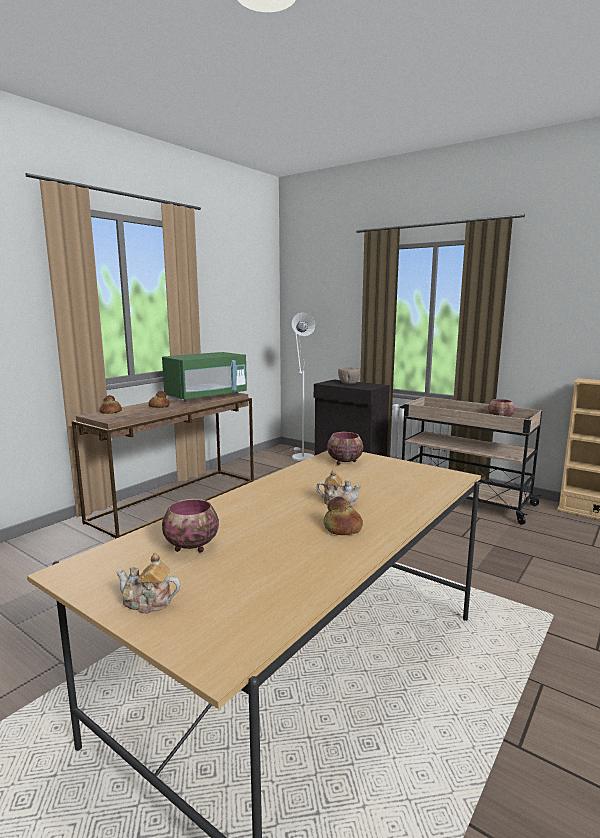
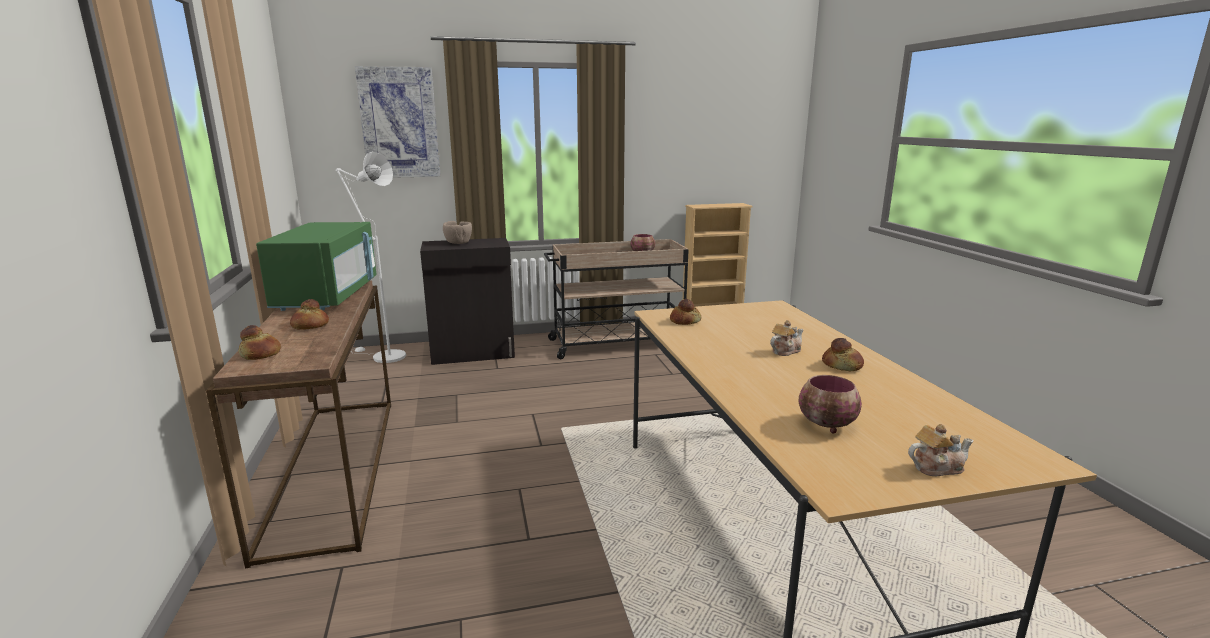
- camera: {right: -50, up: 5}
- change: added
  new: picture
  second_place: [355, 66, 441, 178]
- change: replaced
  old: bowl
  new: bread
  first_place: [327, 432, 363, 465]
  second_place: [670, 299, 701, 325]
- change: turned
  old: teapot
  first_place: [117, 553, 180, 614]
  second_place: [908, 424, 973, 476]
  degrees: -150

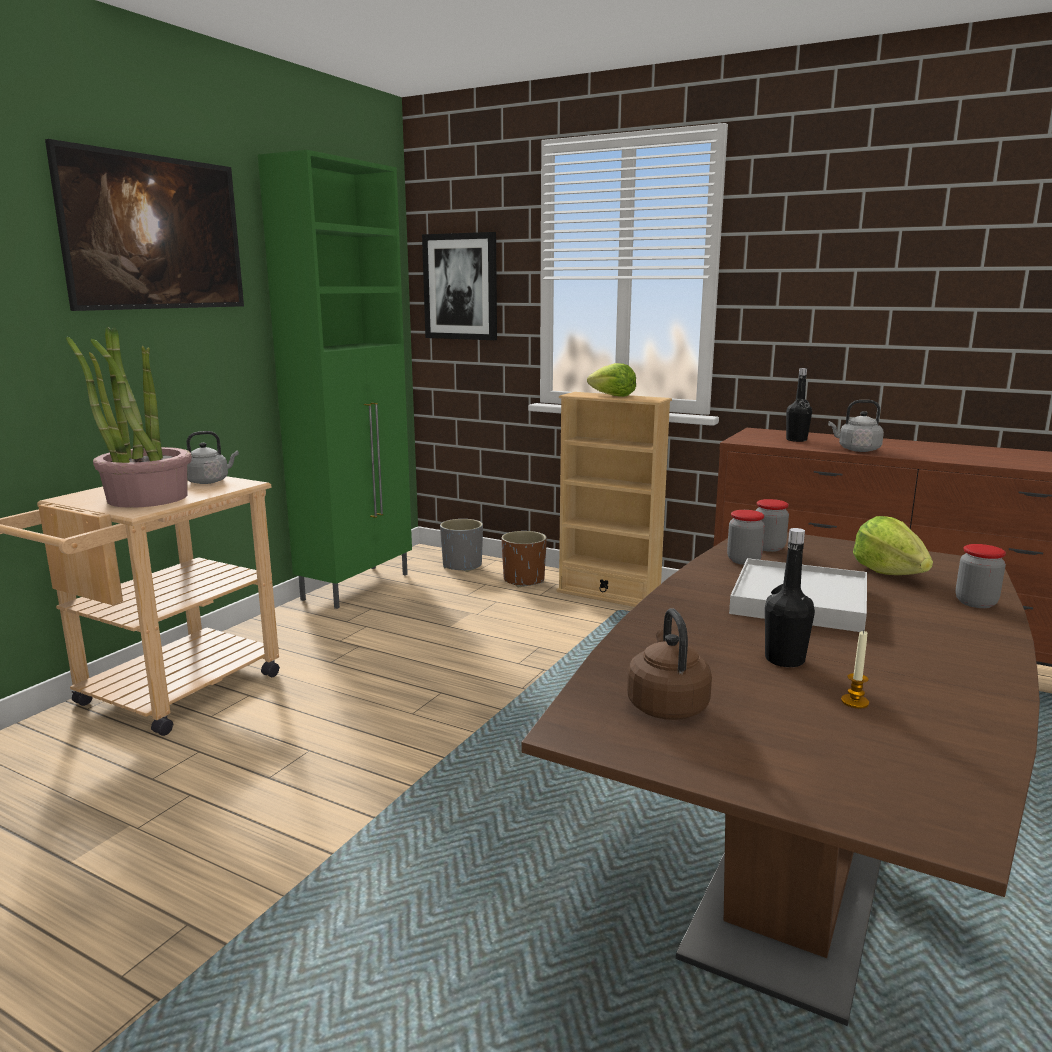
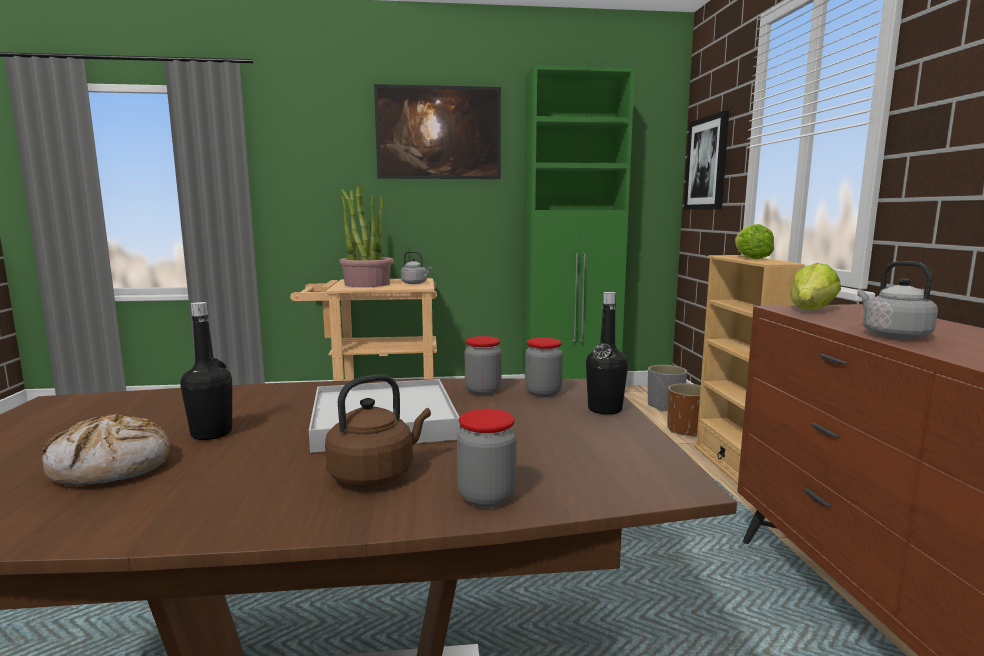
- camera: {right: 55, up: -5}
- change: replaced
  old: candle
  new: bread
  first_place: [841, 630, 869, 709]
  second_place: [42, 414, 170, 485]
- change: moved
  old: brown kettle
  first_place: [627, 608, 712, 720]
  second_place: [325, 374, 431, 487]
- change: moved
  old: black bottle
  first_place: [786, 368, 812, 442]
  second_place: [586, 292, 628, 415]
- change: moved
  old: lettuce
  first_place: [853, 516, 933, 575]
  second_place: [790, 263, 841, 310]

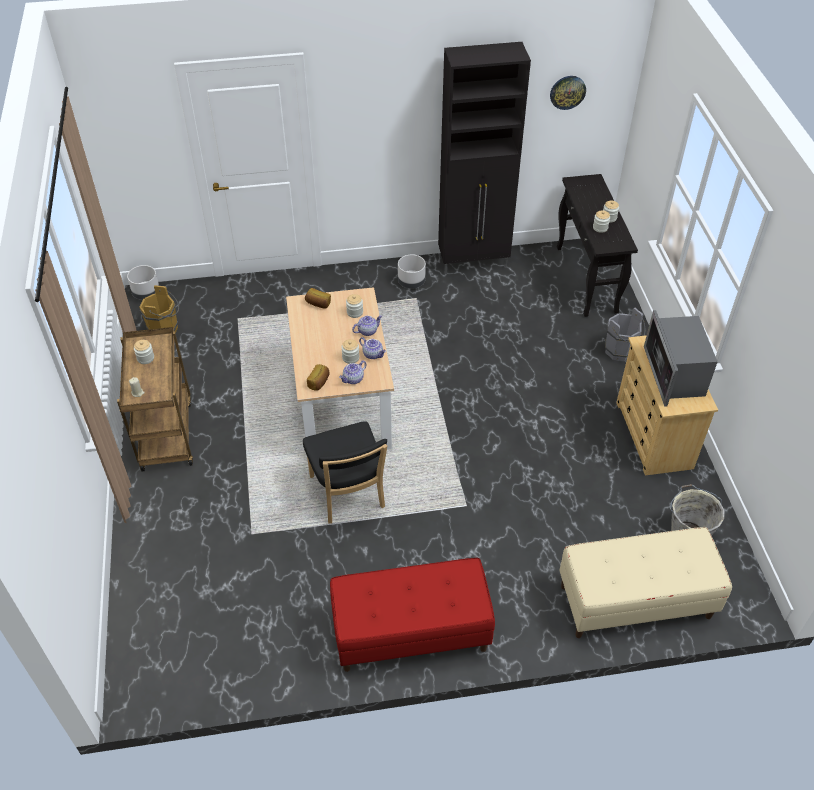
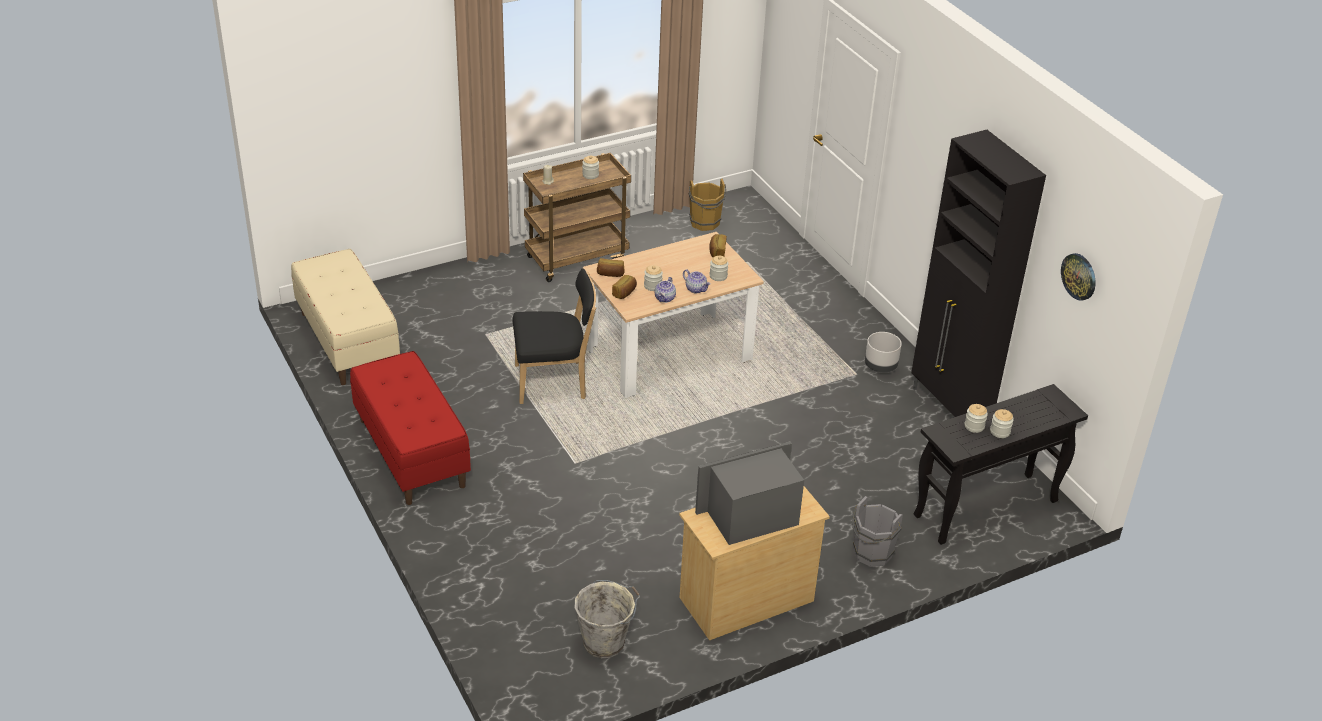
- camera: {right: 70, up: -10}
- change: moved
  old: beige bench
  first_place: [559, 527, 732, 638]
  second_place: [291, 249, 400, 385]
- change: turned
  old: black chair
  first_place: [303, 421, 387, 523]
  second_place: [513, 269, 596, 404]
  degrees: -150
- change: replaced
  old: teapot
  new: bread
  first_place: [339, 361, 367, 384]
  second_place: [612, 275, 637, 299]
- change: removed
  old: grey planter
  first_place: [127, 265, 159, 300]

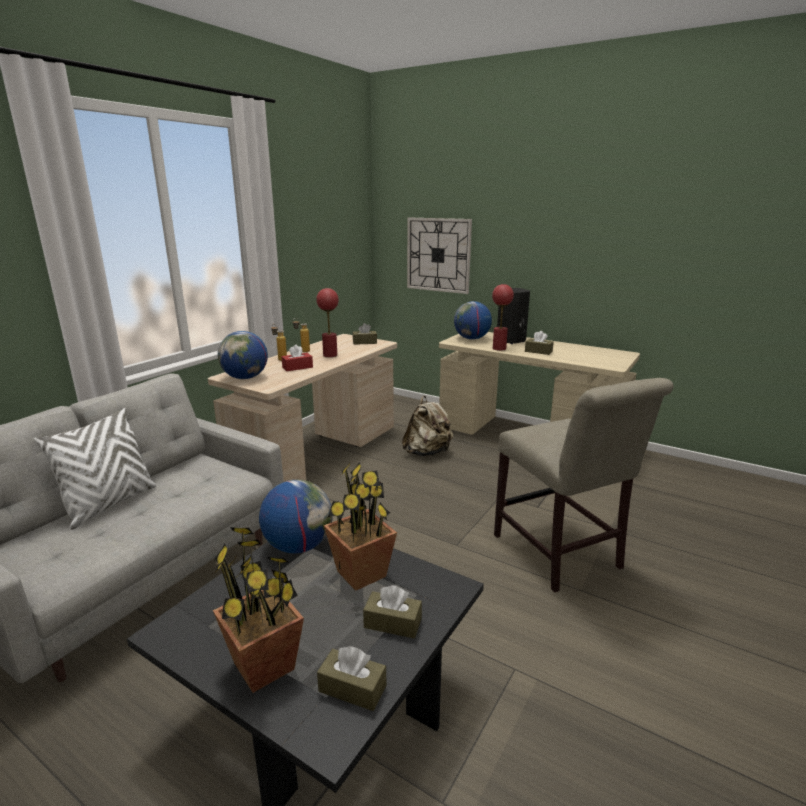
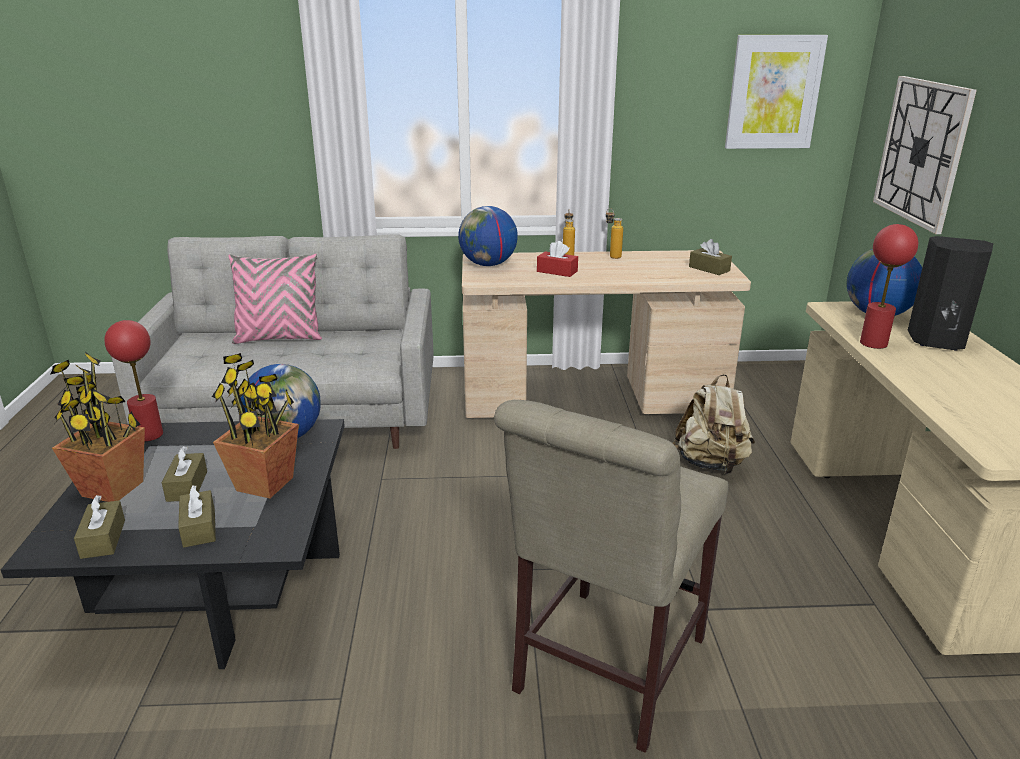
- camera: {right: 55, up: 5}
- change: moved
  old: red table lamp
  first_place: [316, 288, 339, 357]
  second_place: [104, 320, 163, 442]
- change: moved
  old: brown tissue box
  first_place: [525, 331, 554, 355]
  second_place: [162, 446, 207, 502]
- change: recoloured
  old: white pillow
  new: pink pillow
  first_place: [34, 408, 157, 530]
  second_place: [228, 254, 322, 344]
- change: added
  new: picture
  second_place: [725, 35, 828, 149]

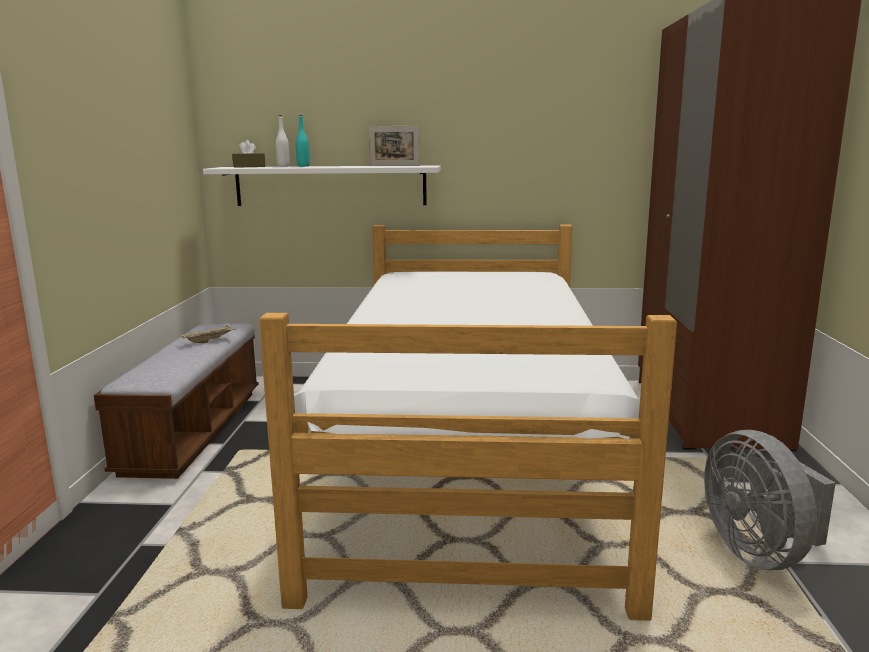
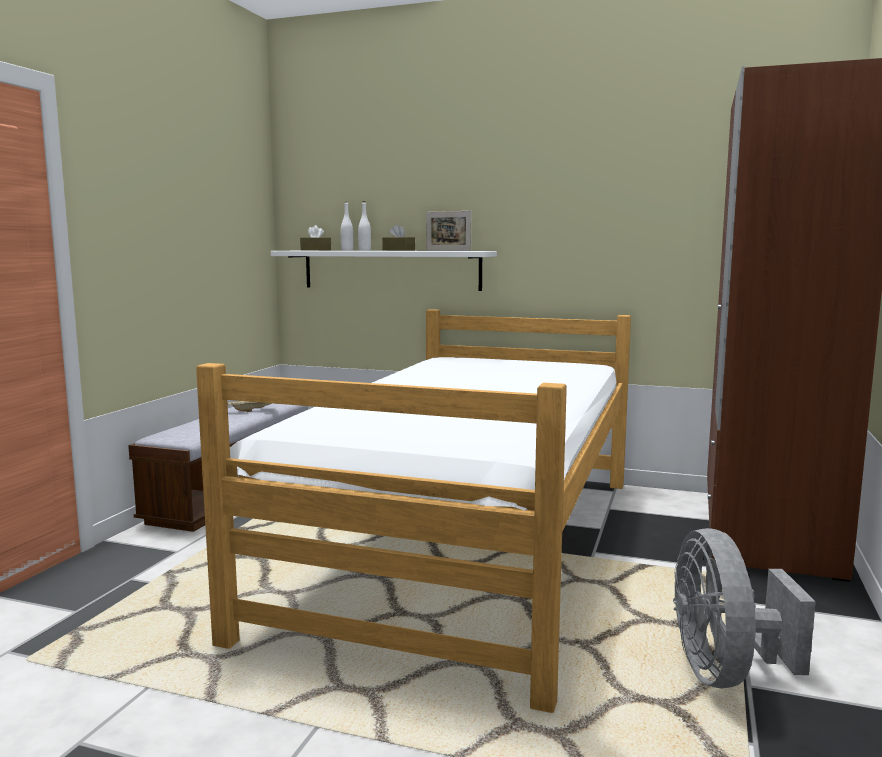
- camera: {right: 15, up: -5}
- change: recoloured
  old: turquoise bottle
  new: white bottle
  first_place: [296, 115, 310, 167]
  second_place: [358, 201, 371, 251]
- change: added
  new: brown tissue box
  second_place: [382, 224, 415, 251]

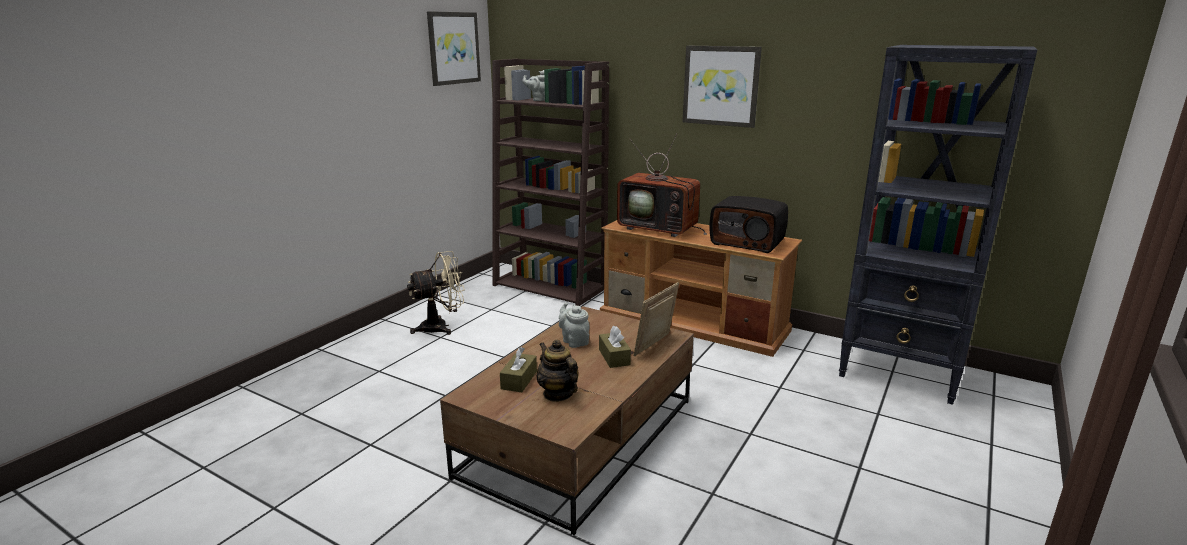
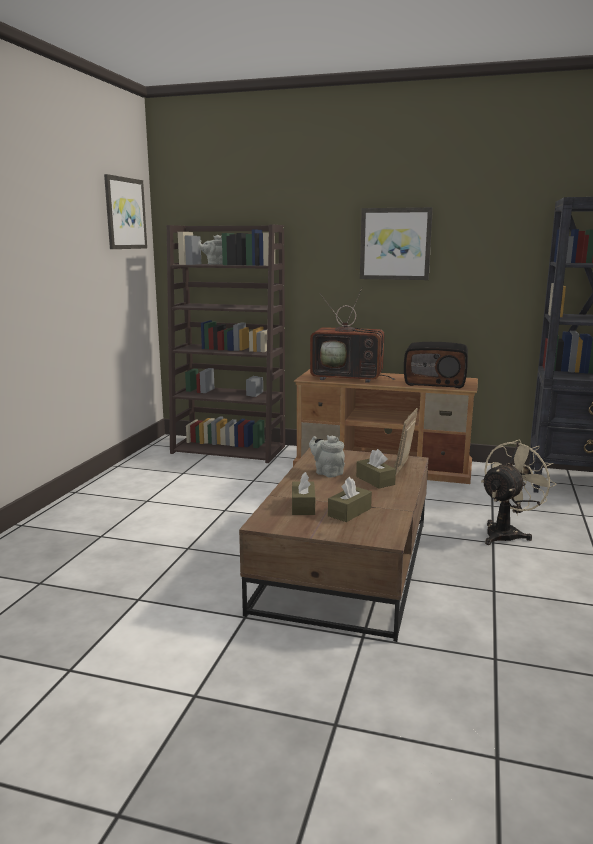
- camera: {right: -15, up: -5}
- change: replaced
  old: teapot
  new: brown tissue box
  first_place: [537, 339, 579, 402]
  second_place: [328, 477, 372, 522]
- change: moved
  old: beige fan
  first_place: [407, 251, 465, 335]
  second_place: [481, 440, 557, 545]

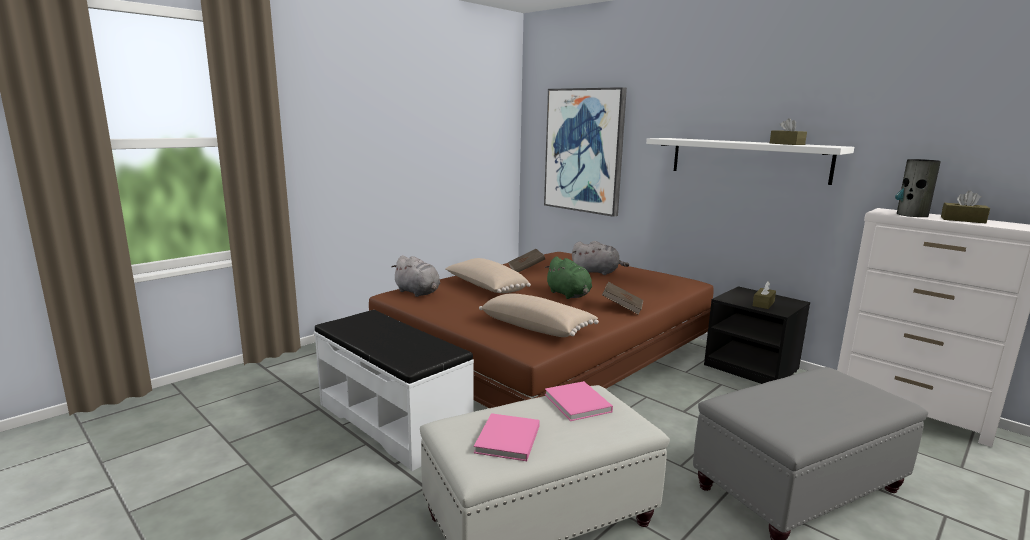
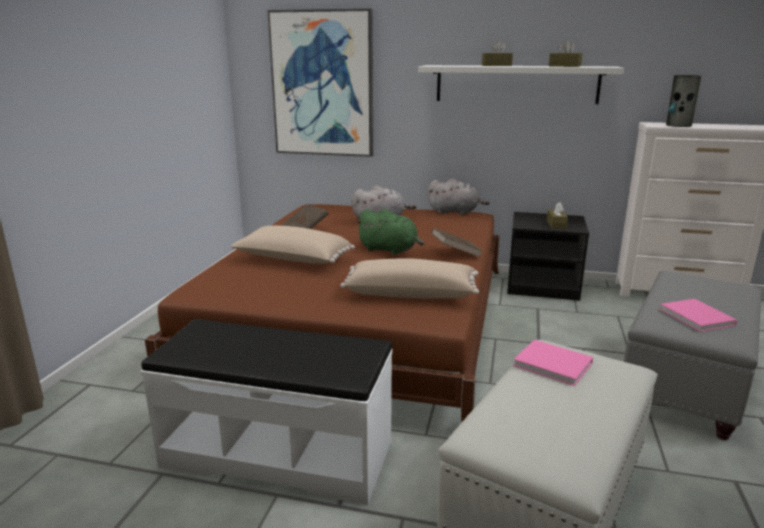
- camera: {right: -30, up: 5}
- change: moved
  old: grey plush toy
  first_place: [392, 255, 440, 297]
  second_place: [428, 178, 489, 215]
- change: moved
  old: brown tissue box
  first_place: [941, 191, 990, 223]
  second_place: [482, 40, 513, 66]
- change: moved
  old: pink book
  first_place: [474, 413, 540, 461]
  second_place: [659, 299, 737, 332]

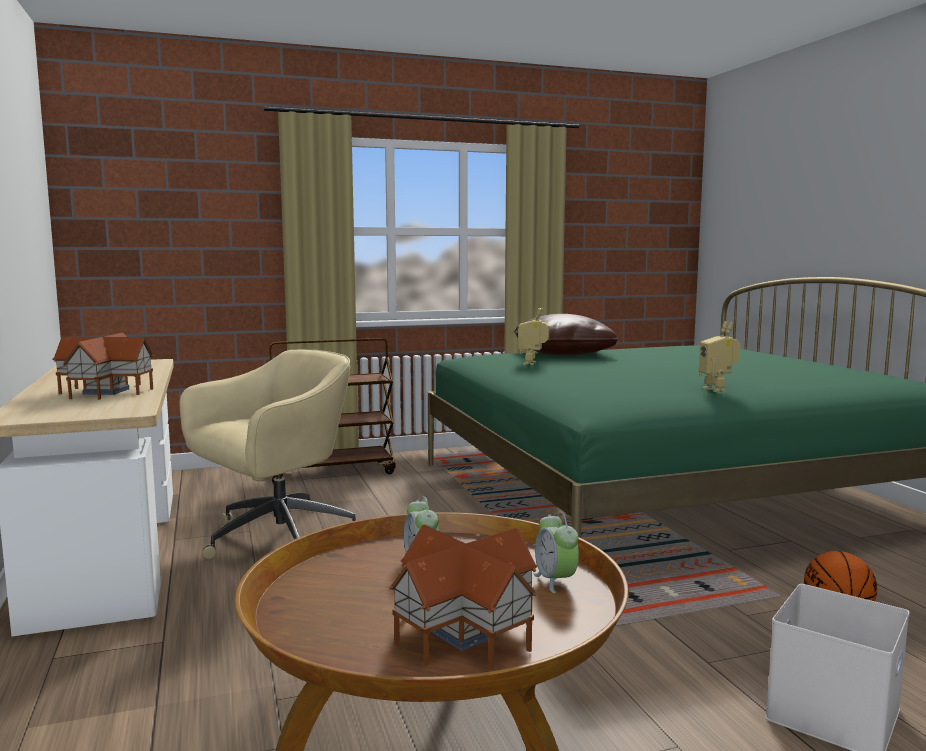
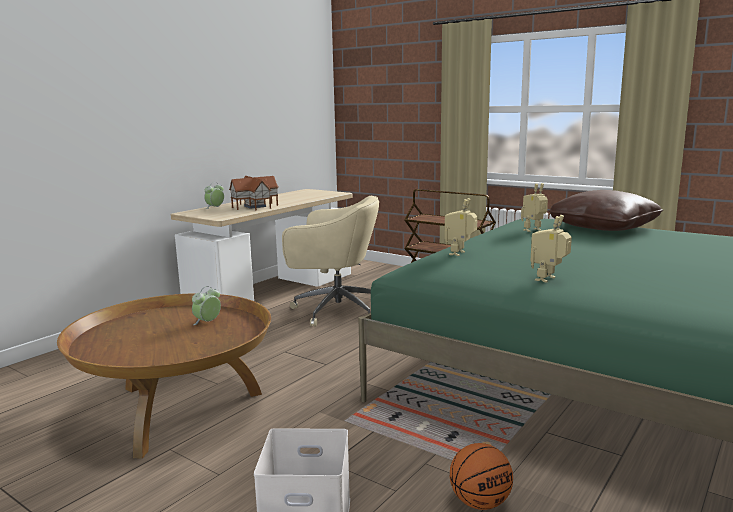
- camera: {right: 55, up: 5}
- change: moved
  old: alarm clock
  first_place: [533, 511, 579, 593]
  second_place: [204, 182, 224, 209]
- change: added
  new: toy robot
  second_place: [445, 198, 478, 256]
- change: removed
  old: toy house
  first_place: [389, 525, 538, 669]

